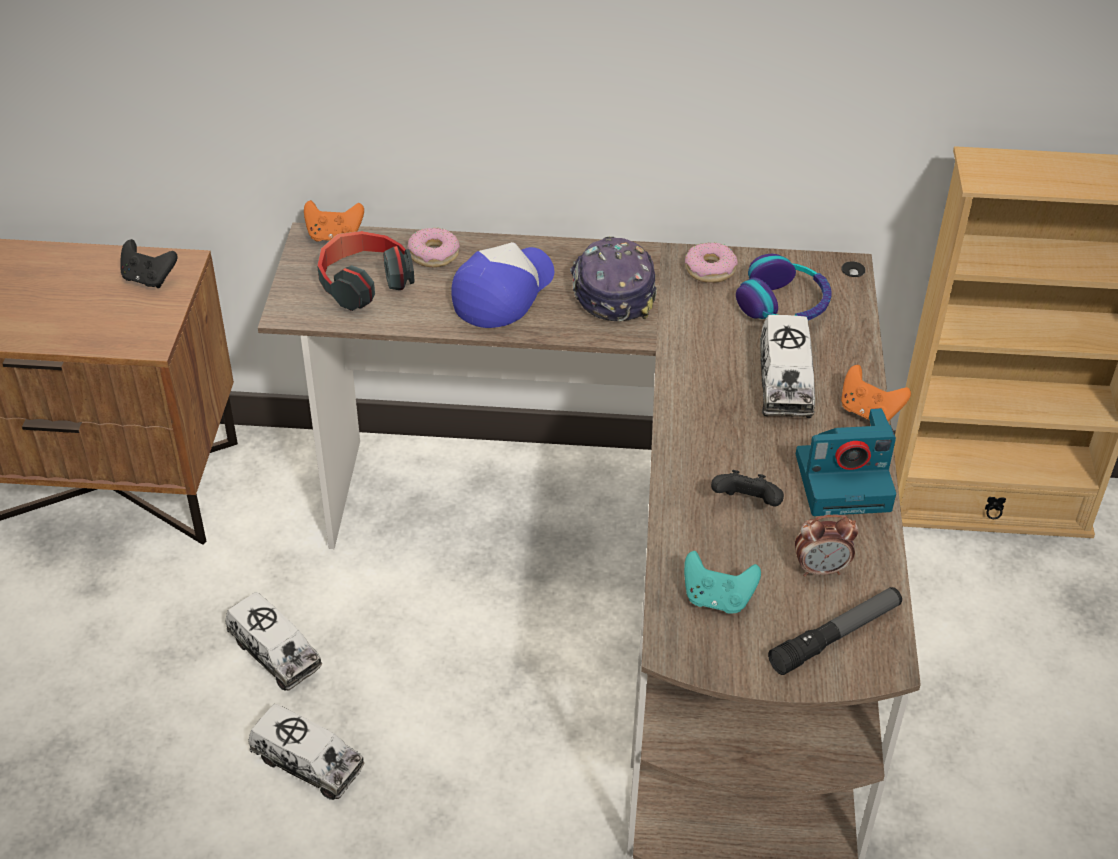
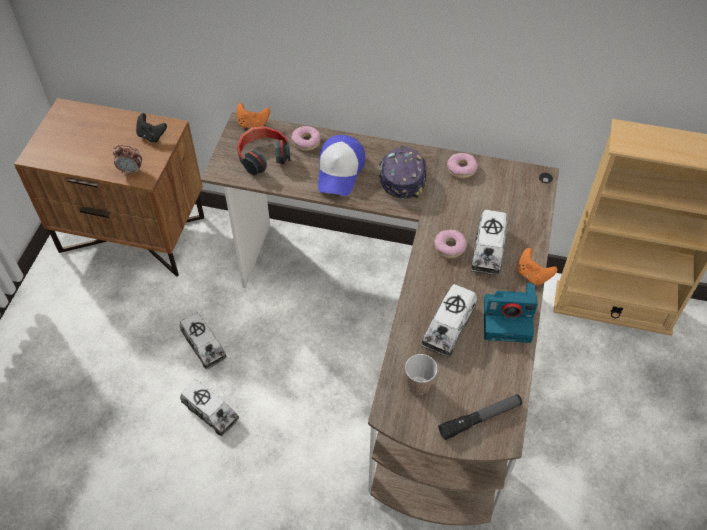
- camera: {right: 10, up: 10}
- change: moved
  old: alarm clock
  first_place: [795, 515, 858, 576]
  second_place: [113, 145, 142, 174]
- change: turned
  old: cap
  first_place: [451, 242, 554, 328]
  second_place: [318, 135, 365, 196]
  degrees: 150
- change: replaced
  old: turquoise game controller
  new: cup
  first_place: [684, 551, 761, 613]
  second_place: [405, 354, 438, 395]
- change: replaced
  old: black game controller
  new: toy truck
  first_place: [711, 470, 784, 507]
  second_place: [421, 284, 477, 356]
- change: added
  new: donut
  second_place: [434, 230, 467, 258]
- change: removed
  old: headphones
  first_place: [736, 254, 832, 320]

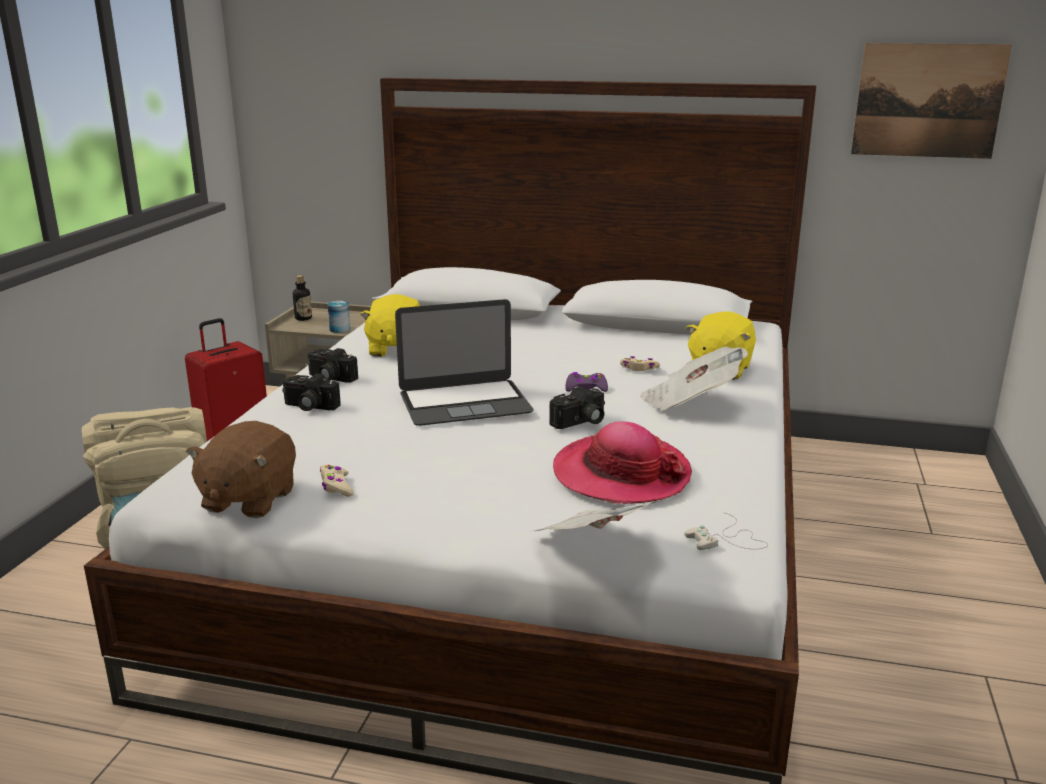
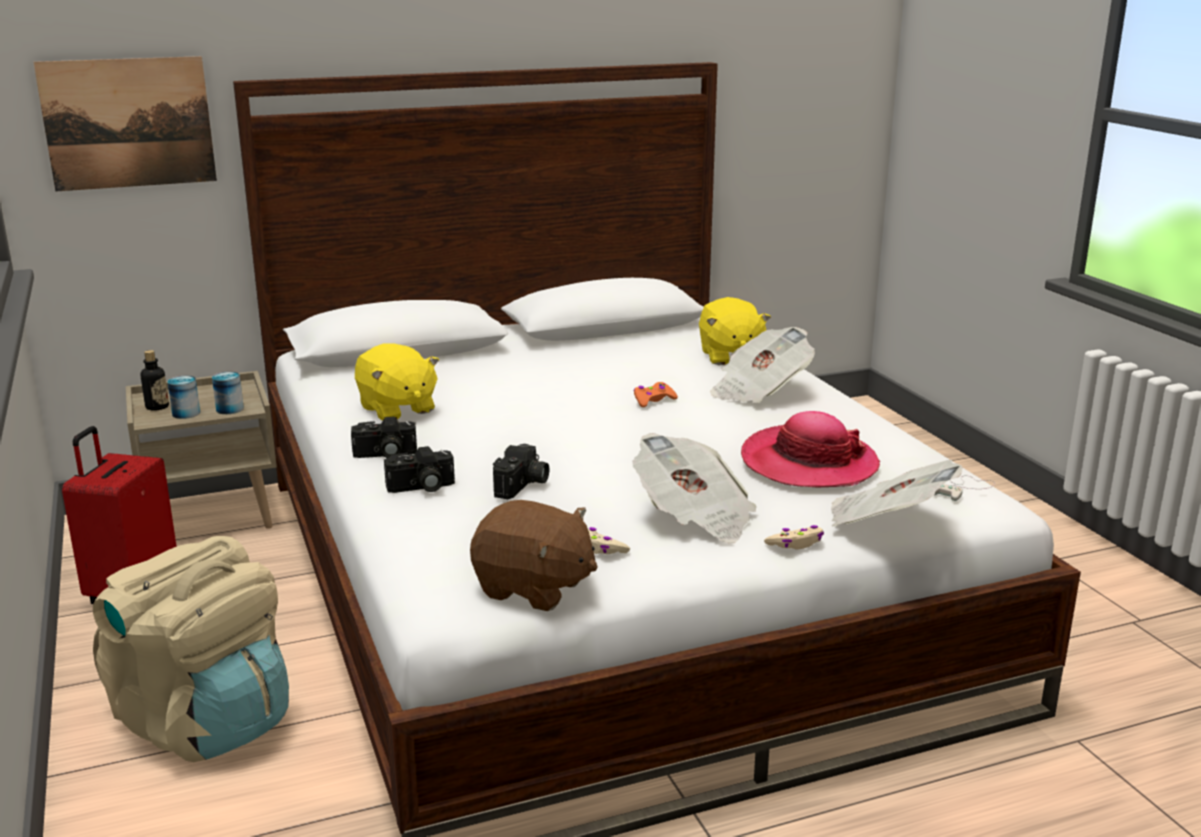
- camera: {right: -35, up: 0}
- change: moved
  old: picture
  first_place: [851, 43, 1012, 159]
  second_place: [33, 56, 217, 191]
- change: added
  new: can
  second_place: [167, 376, 200, 419]
- change: turned
  old: brown plush toy
  first_place: [186, 421, 296, 518]
  second_place: [470, 500, 597, 611]
  degrees: -45
- change: moved
  old: photo camera
  first_place: [549, 386, 605, 429]
  second_place: [493, 444, 549, 499]
- change: added
  new: newspaper
  second_place: [632, 433, 757, 543]
- change: recoloured
  old: purple game controller
  new: orange game controller
  first_place: [565, 372, 608, 392]
  second_place: [634, 382, 678, 407]
- change: moved
  old: beige game controller
  first_place: [620, 356, 660, 371]
  second_place: [764, 525, 824, 550]
- change: removed
  old: laptop
  first_place: [395, 299, 533, 426]

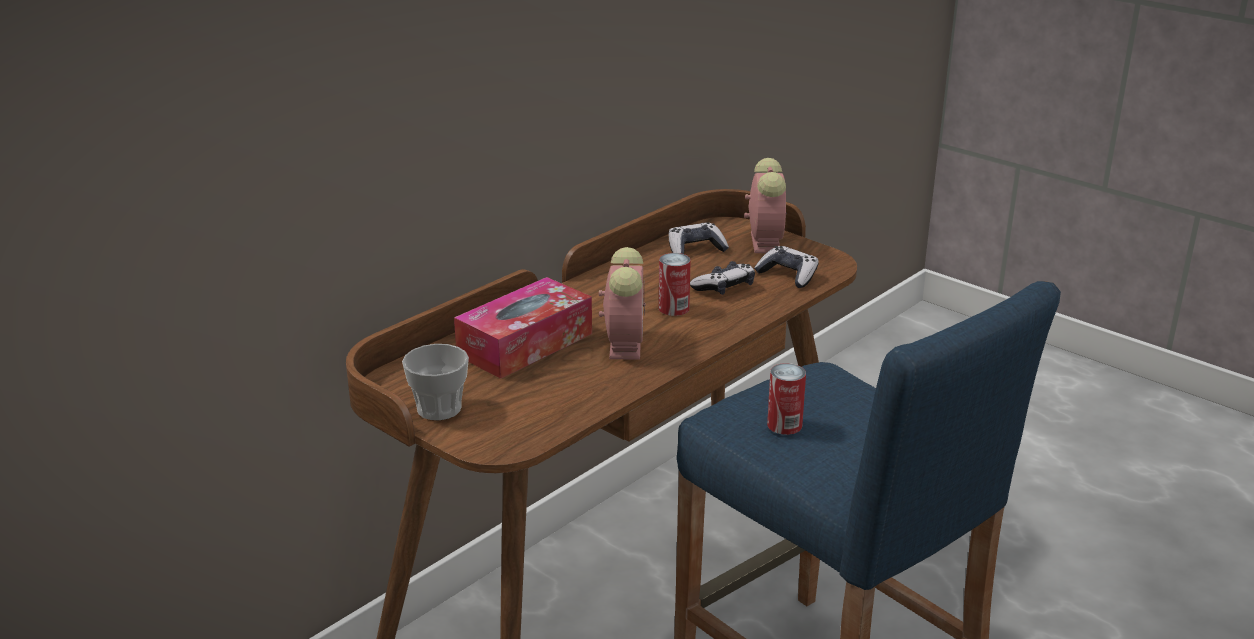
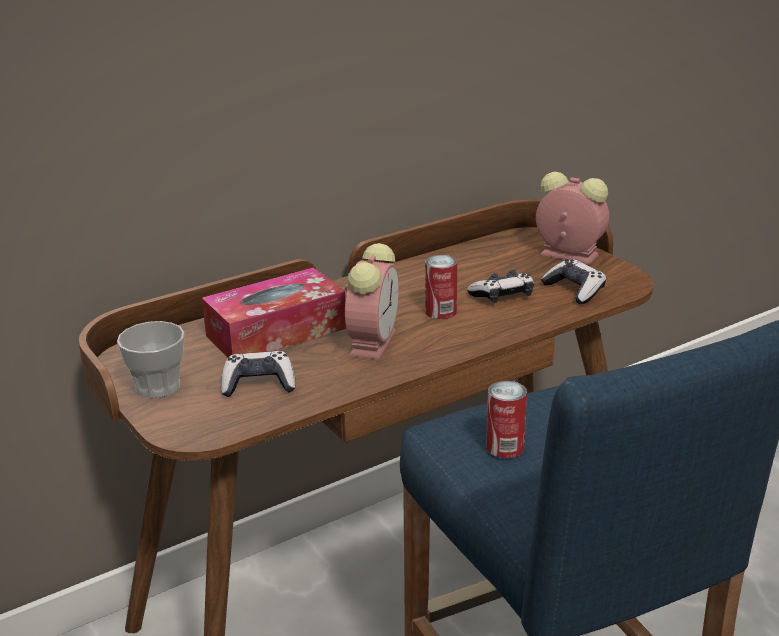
- camera: {right: 15, up: 0}
- change: moved
  old: game controller
  first_place: [668, 223, 729, 254]
  second_place: [221, 351, 296, 397]
- change: turned
  old: alarm clock
  first_place: [744, 158, 787, 253]
  second_place: [536, 172, 609, 265]
  degrees: -75

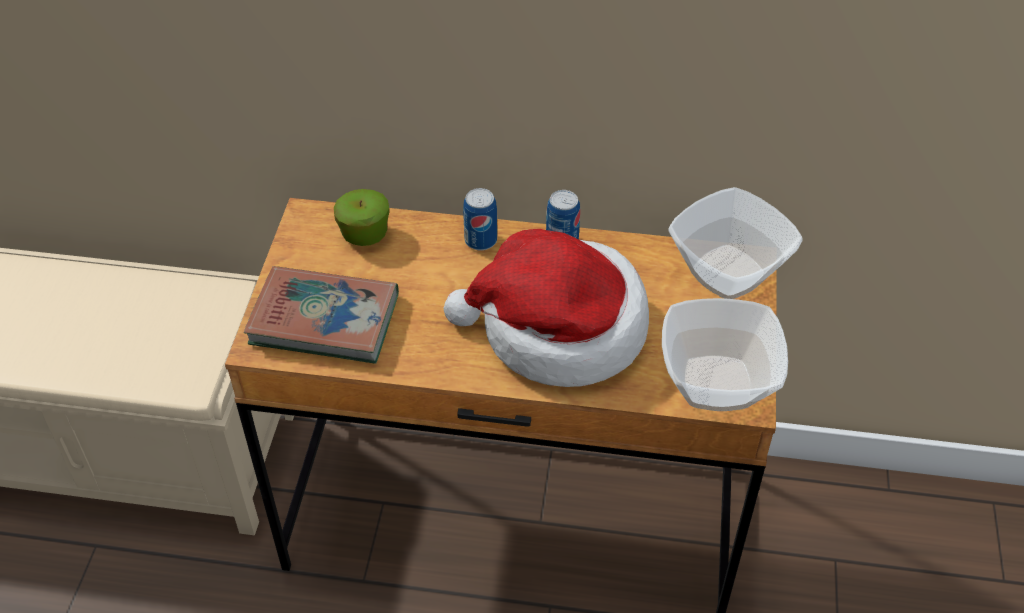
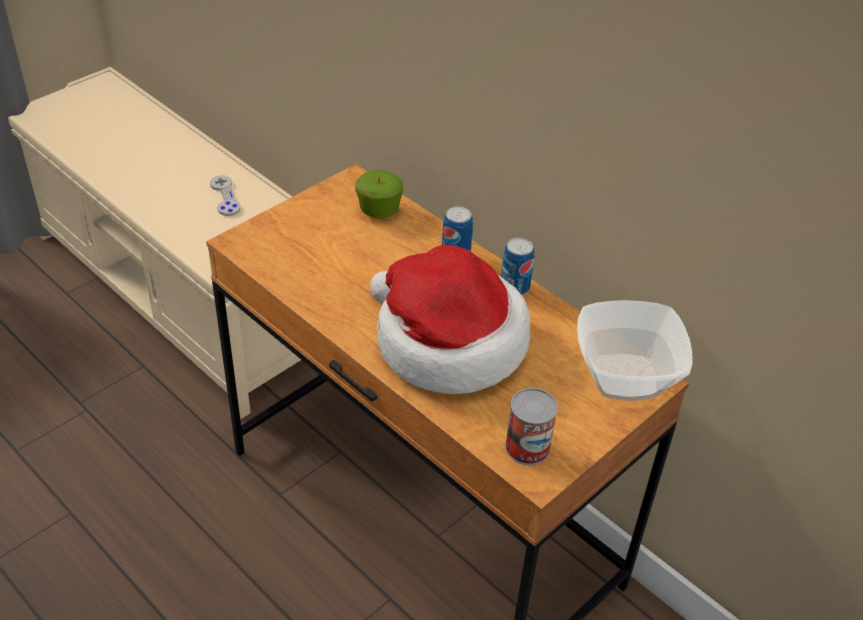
- camera: {right: 35, up: -5}
- change: added
  new: grey game controller
  second_place: [210, 175, 240, 216]
- change: replaced
  old: bowl
  new: can
  first_place: [662, 298, 788, 411]
  second_place: [505, 388, 558, 465]
- change: removed
  old: book
  first_place: [244, 266, 399, 364]

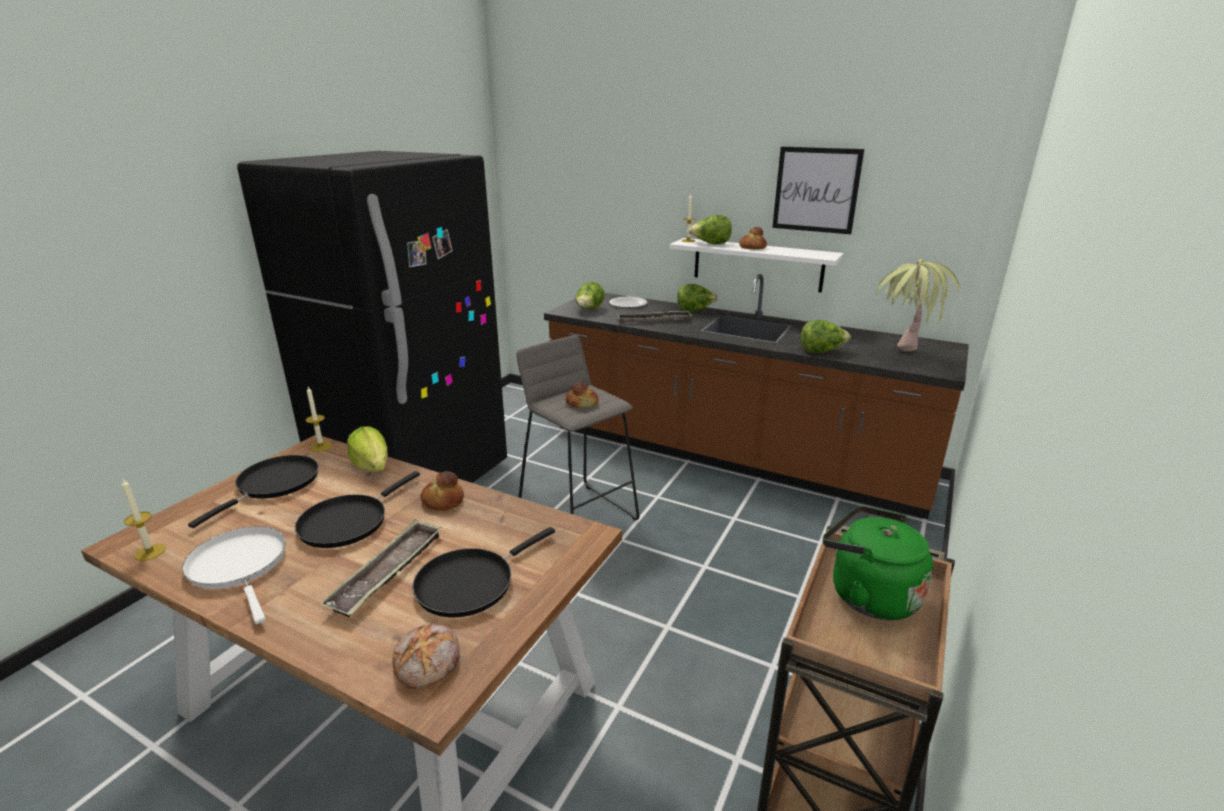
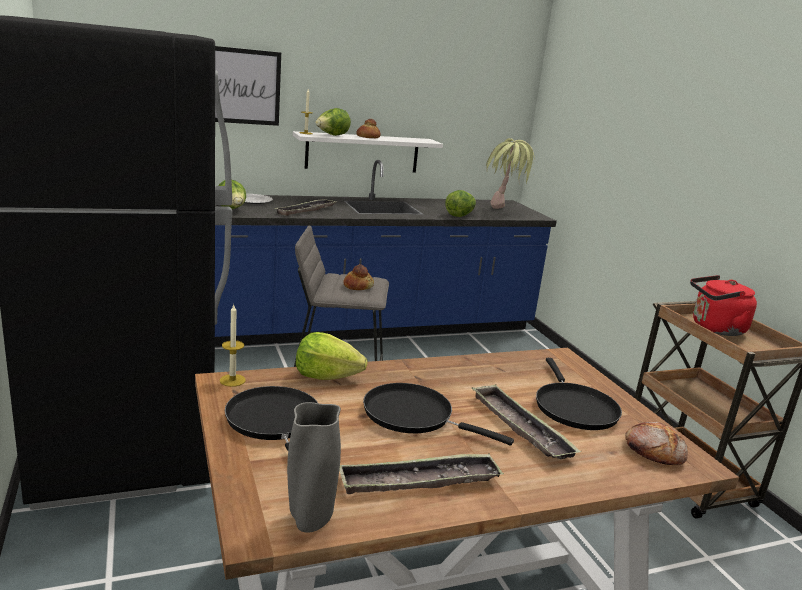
- camera: {right: -50, up: -5}
- change: moved
  old: picture
  first_place: [772, 147, 864, 234]
  second_place: [215, 46, 281, 126]
- change: recoloured
  old: brown counter
  new: blue counter
  first_place: [544, 274, 969, 519]
  second_place: [215, 160, 557, 347]
- change: replaced
  old: candle
  new: grey vase
  first_place: [122, 479, 166, 561]
  second_place: [287, 402, 341, 533]
- change: replaced
  old: white frying pan
  new: tray
  first_place: [182, 526, 286, 624]
  second_place: [339, 453, 504, 494]
- change: turned
  old: black frying pan
  first_place: [295, 471, 420, 548]
  second_place: [363, 383, 514, 446]
  degrees: 135
- change: recoloured
  old: green kettle
  new: red kettle
  first_place: [823, 506, 933, 620]
  second_place: [690, 275, 757, 336]
- change: removed
  old: bread
  first_place: [421, 471, 464, 511]
- change: removed
  old: lettuce
  first_place: [677, 284, 718, 312]

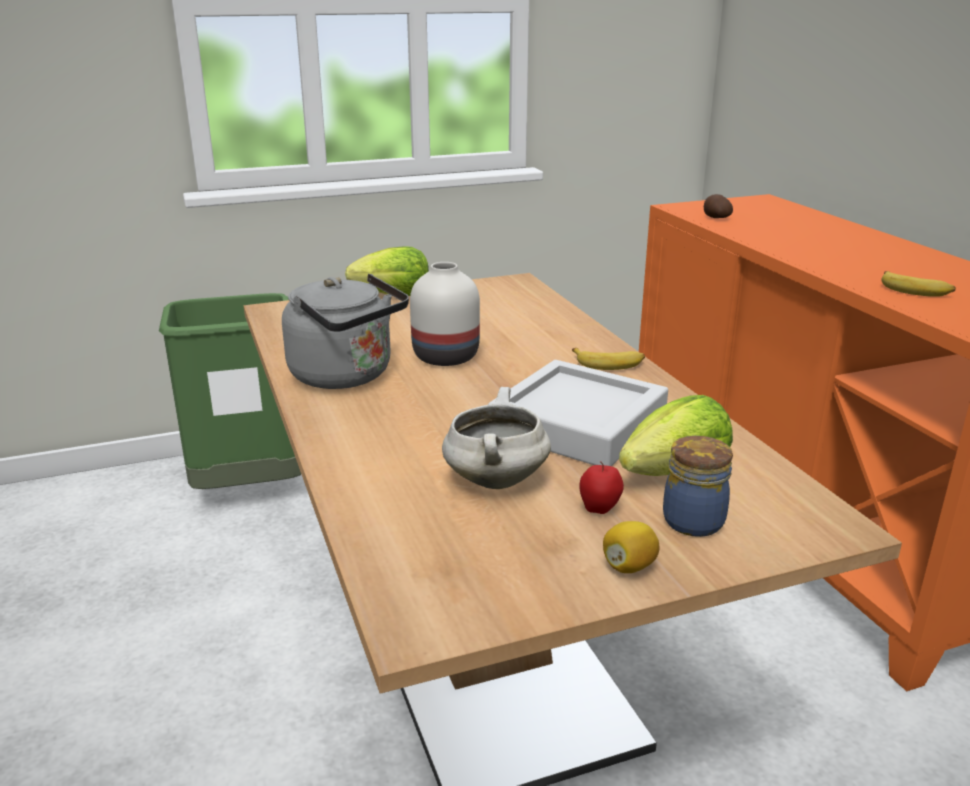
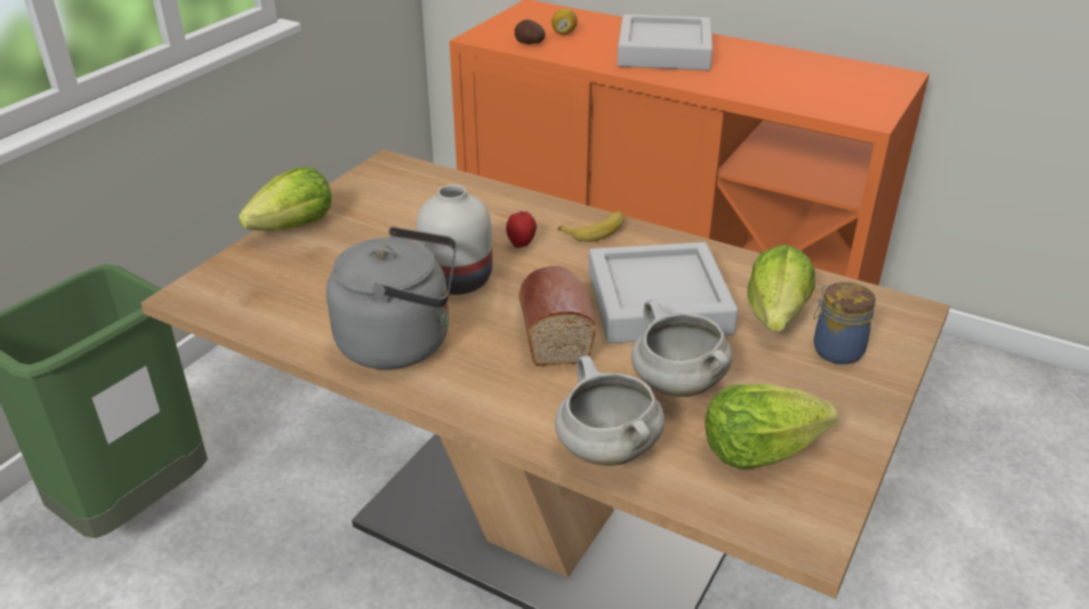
- camera: {right: -40, up: 10}
- change: moved
  old: apple
  first_place: [580, 461, 624, 514]
  second_place: [506, 210, 537, 248]
- change: added
  new: bread
  second_place: [519, 266, 596, 366]
- change: moved
  old: lemon
  first_place: [603, 521, 659, 573]
  second_place: [552, 9, 578, 35]
- change: added
  new: white cooking pot
  second_place: [555, 356, 665, 466]
- change: added
  new: grey tray
  second_place: [617, 14, 713, 71]
- change: added
  new: lettuce
  second_place: [705, 384, 838, 469]
- change: removed
  old: banana
  first_place: [881, 271, 956, 297]

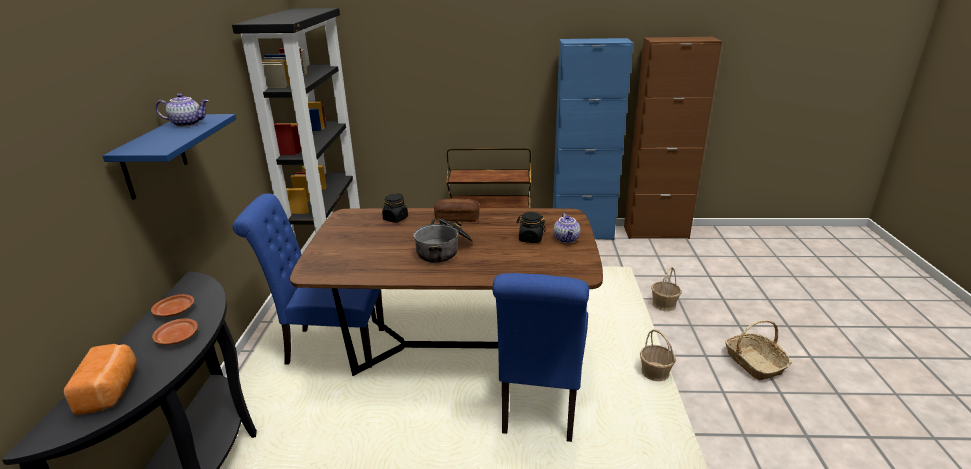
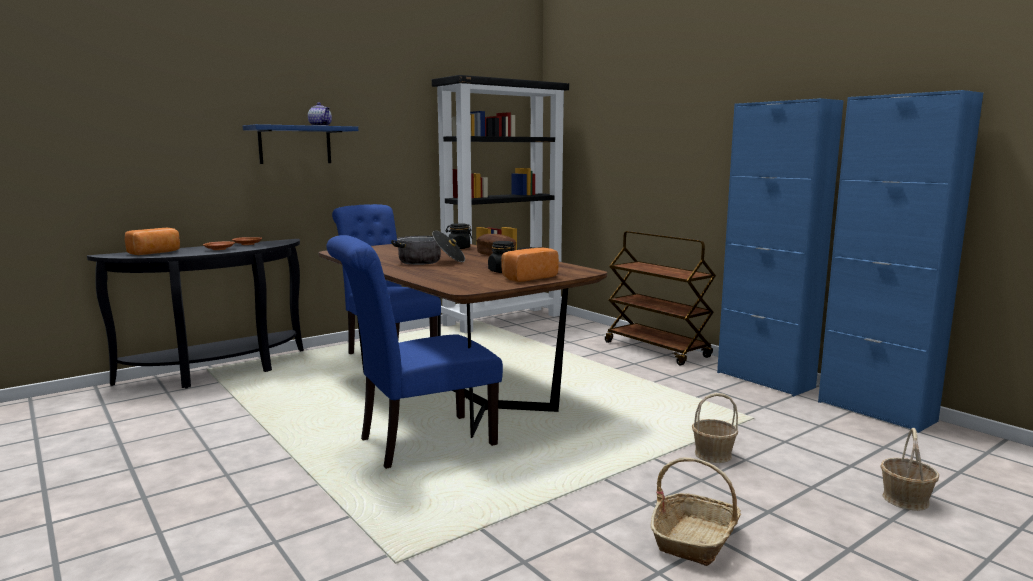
- camera: {right: 50, up: -15}
- change: replaced
  old: teapot
  new: bread
  first_place: [554, 213, 580, 243]
  second_place: [501, 248, 559, 282]
- change: recoloured
  old: brown cabinet
  new: blue cabinet
  first_place: [624, 37, 722, 239]
  second_place: [818, 90, 983, 433]
- change: moved
  old: basket
  first_place: [640, 329, 676, 381]
  second_place: [880, 428, 939, 511]

